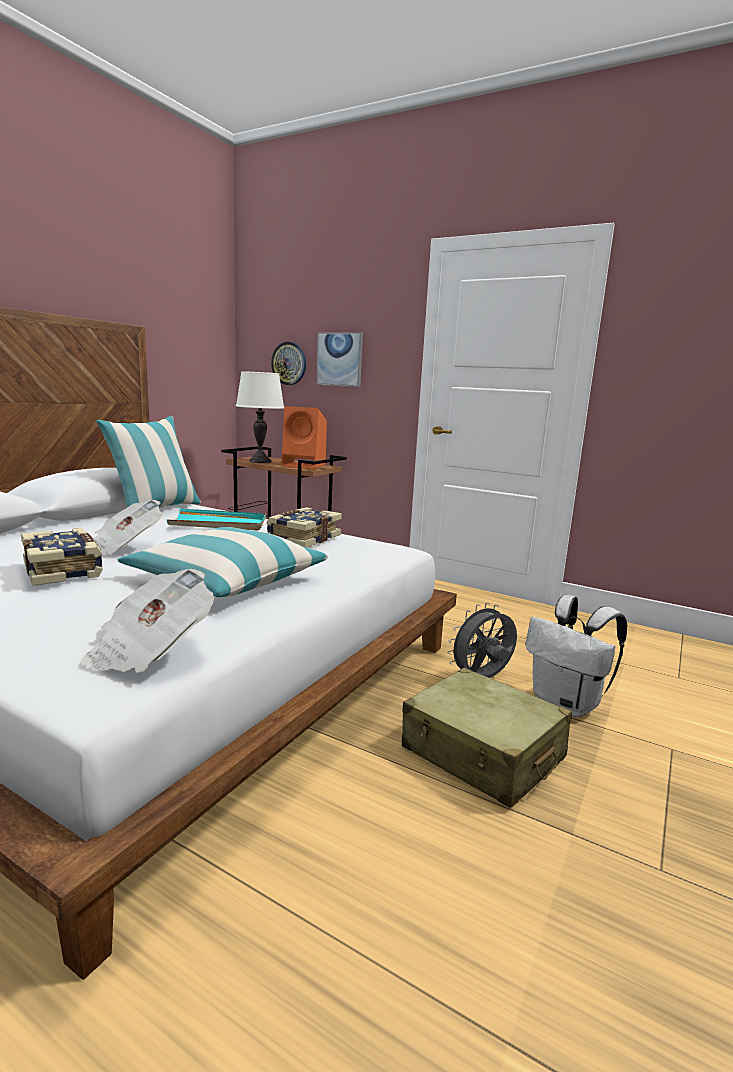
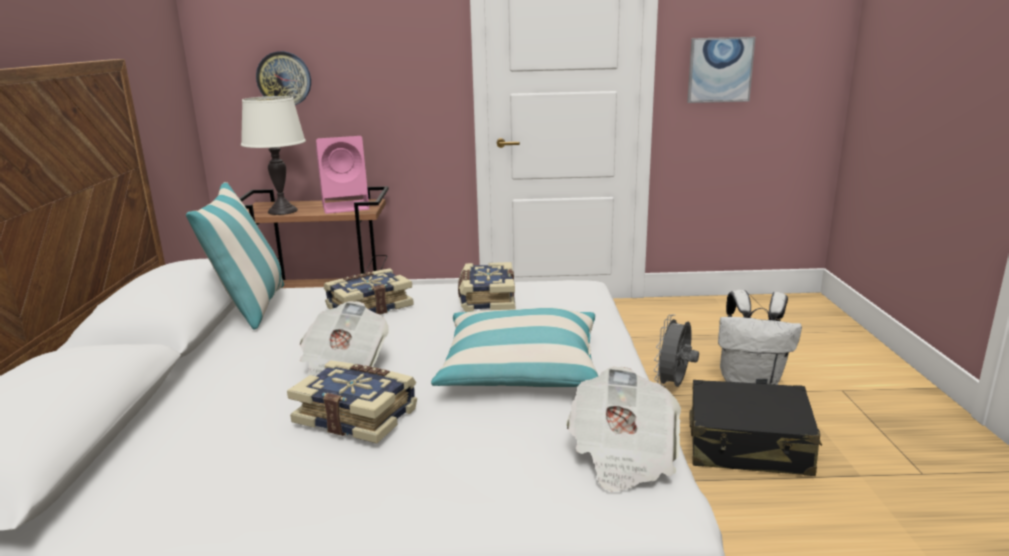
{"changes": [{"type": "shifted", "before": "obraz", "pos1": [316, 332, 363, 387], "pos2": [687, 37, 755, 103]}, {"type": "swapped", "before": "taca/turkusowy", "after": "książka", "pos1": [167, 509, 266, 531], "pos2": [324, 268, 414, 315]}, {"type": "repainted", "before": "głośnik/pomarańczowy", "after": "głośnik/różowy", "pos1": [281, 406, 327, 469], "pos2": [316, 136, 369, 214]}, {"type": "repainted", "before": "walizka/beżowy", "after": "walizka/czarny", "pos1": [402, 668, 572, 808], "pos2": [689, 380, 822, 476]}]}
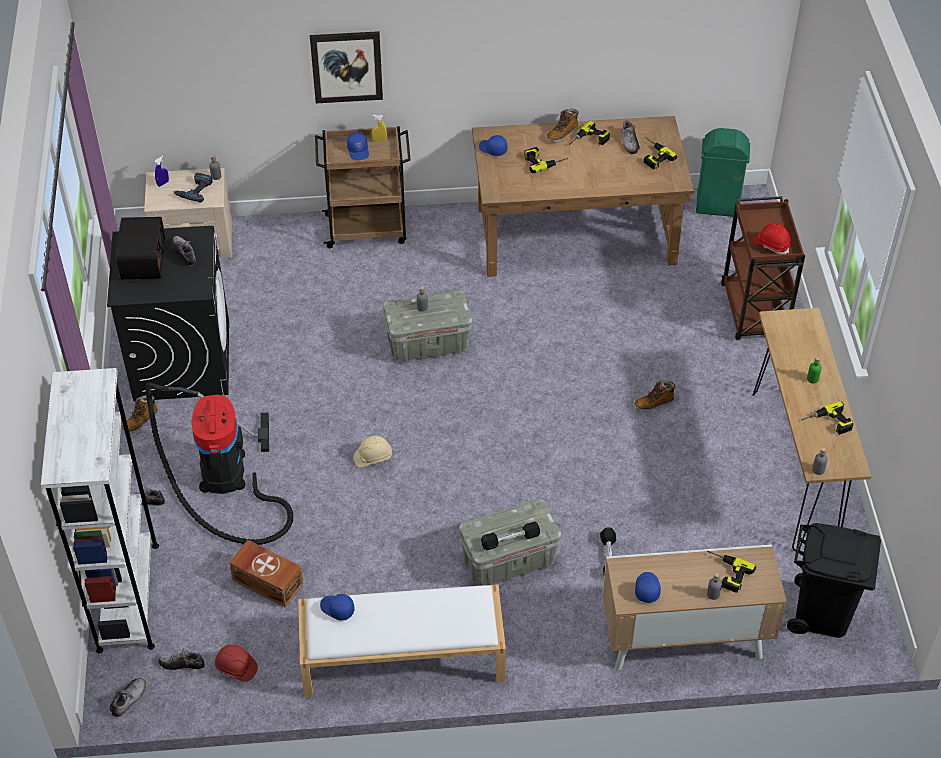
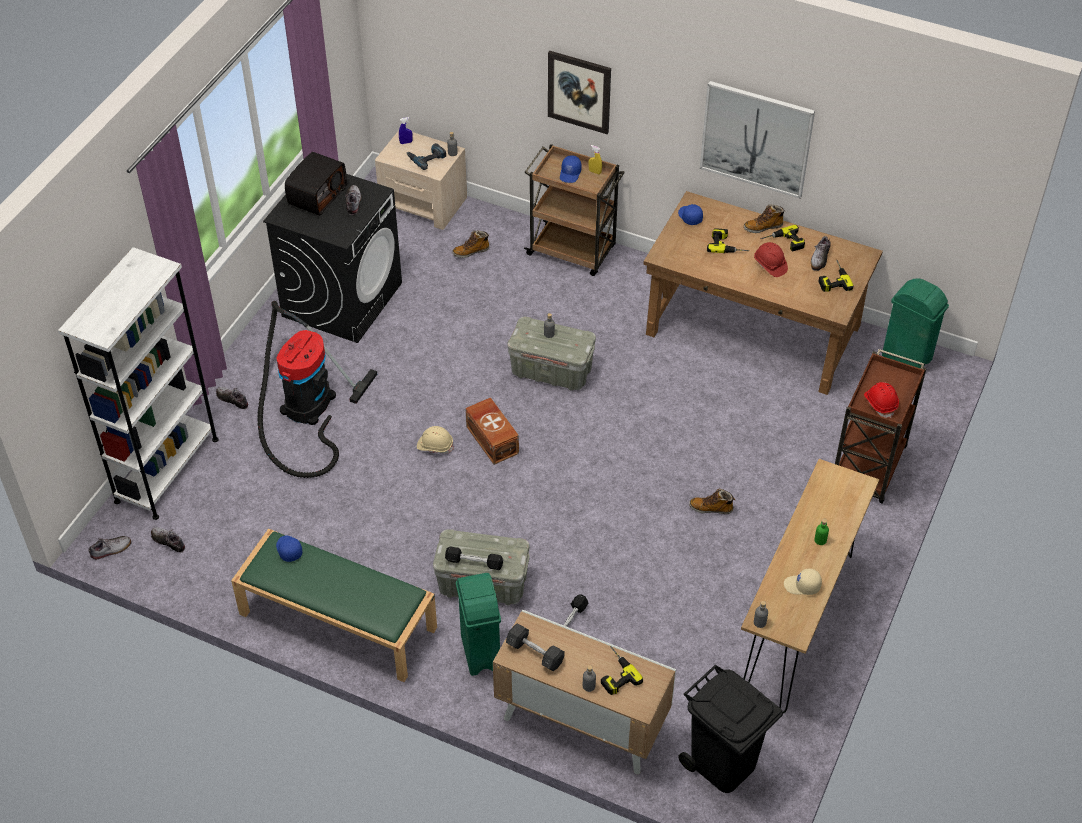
{"changes": [{"type": "new", "after": "kosz na śmieci/zielony", "pos2": [456, 573, 501, 676]}, {"type": "new", "after": "obraz", "pos2": [700, 81, 815, 199]}, {"type": "shifted", "before": "but z cholewką", "pos1": [122, 395, 158, 434], "pos2": [453, 231, 490, 258]}, {"type": "shifted", "before": "kask/czerwony", "pos1": [215, 645, 258, 682], "pos2": [754, 242, 788, 277]}, {"type": "shifted", "before": "pojemnik do przechowywania/brązowy", "pos1": [229, 540, 303, 607], "pos2": [465, 397, 519, 465]}, {"type": "swapped", "before": "czapka z daszkiem/niebieski", "after": "hantel/szary", "pos1": [635, 572, 661, 603], "pos2": [506, 623, 565, 671]}, {"type": "swapped", "before": "wiertarka", "after": "czapka z daszkiem/beżowy", "pos1": [801, 401, 854, 435], "pos2": [784, 569, 822, 595]}, {"type": "repainted", "before": "ławka/biały", "after": "ławka/zielony", "pos1": [298, 585, 506, 698], "pos2": [231, 529, 437, 682]}]}
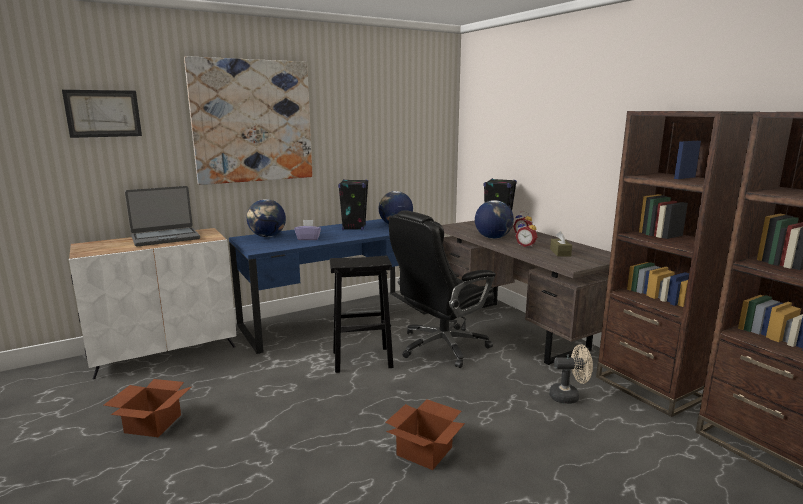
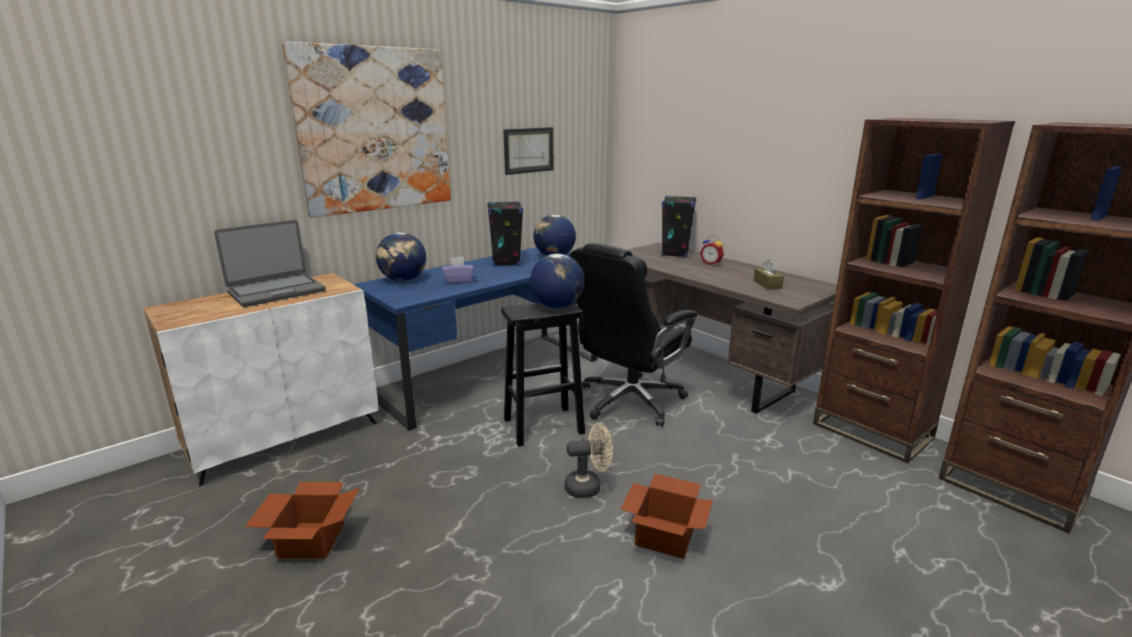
{"changes": [{"type": "gone", "before": "budzik", "pos1": [516, 220, 537, 247]}, {"type": "shifted", "before": "obraz", "pos1": [62, 90, 142, 138], "pos2": [503, 127, 554, 175]}, {"type": "shifted", "before": "globus", "pos1": [475, 200, 514, 239], "pos2": [530, 254, 585, 308]}, {"type": "shifted", "before": "wentylator/beżowy", "pos1": [549, 344, 593, 404], "pos2": [565, 423, 613, 498]}]}
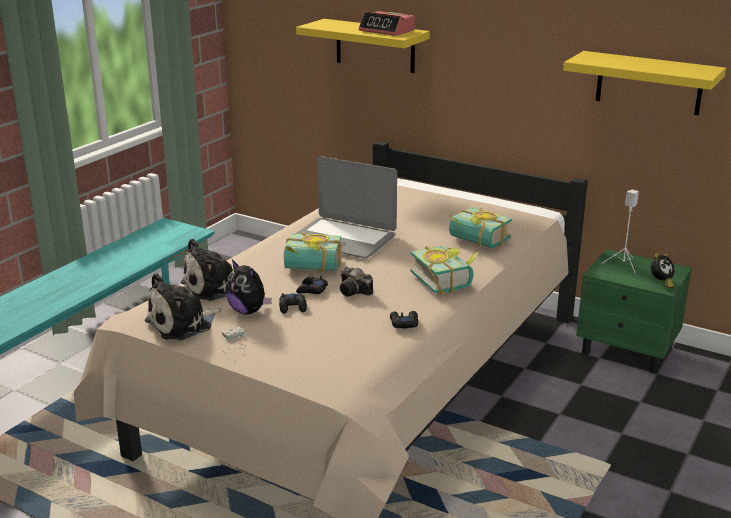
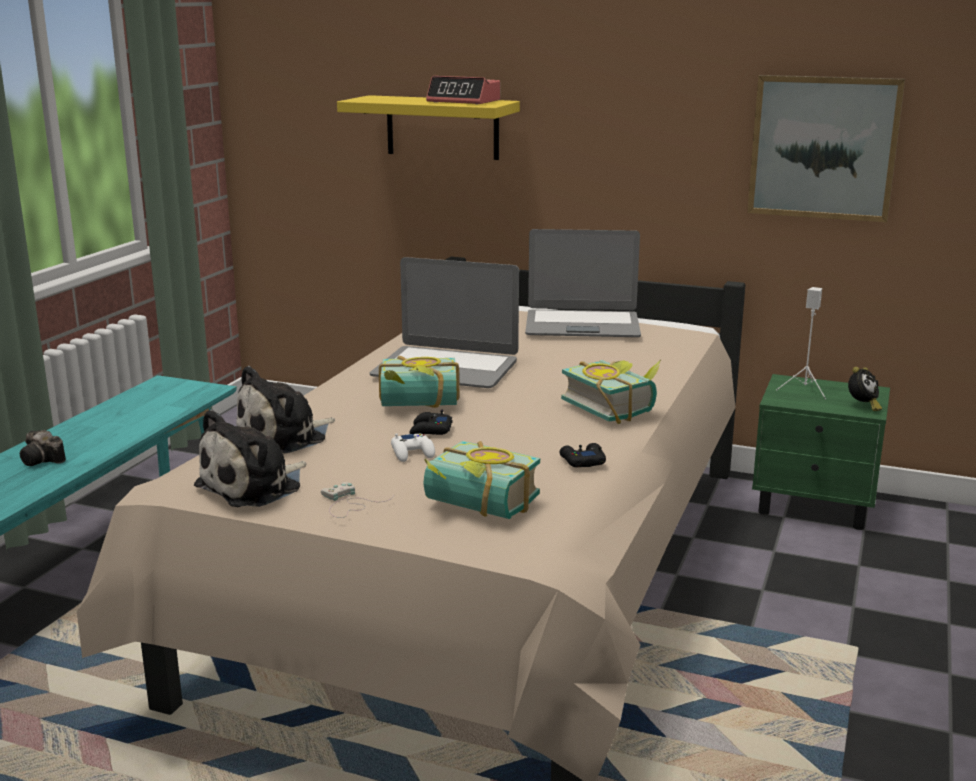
{"changes": [{"type": "gone", "before": "pluszak", "pos1": [226, 259, 272, 314]}, {"type": "new", "after": "laptop", "pos2": [525, 229, 641, 337]}, {"type": "shifted", "before": "aparat fotograficzny", "pos1": [340, 267, 373, 297], "pos2": [20, 430, 66, 466]}, {"type": "shifted", "before": "książka", "pos1": [449, 207, 512, 248], "pos2": [423, 441, 540, 519]}, {"type": "swapped", "before": "półka/żółty", "after": "obraz", "pos1": [563, 51, 726, 115], "pos2": [747, 75, 905, 222]}, {"type": "repainted", "before": "pad do gier/czarny", "after": "pad do gier/biały", "pos1": [279, 293, 307, 314], "pos2": [391, 433, 435, 462]}]}
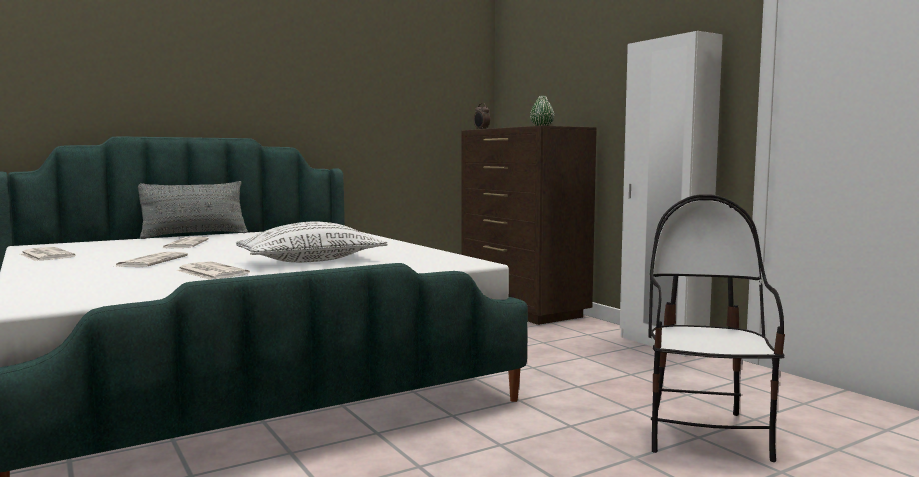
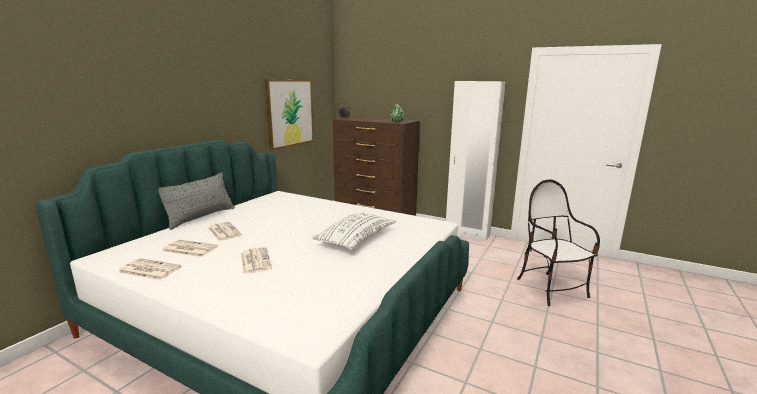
{"changes": [{"type": "new", "after": "obraz", "pos2": [265, 79, 314, 150]}, {"type": "shifted", "before": "gazeta", "pos1": [176, 261, 250, 280], "pos2": [162, 240, 218, 257]}]}
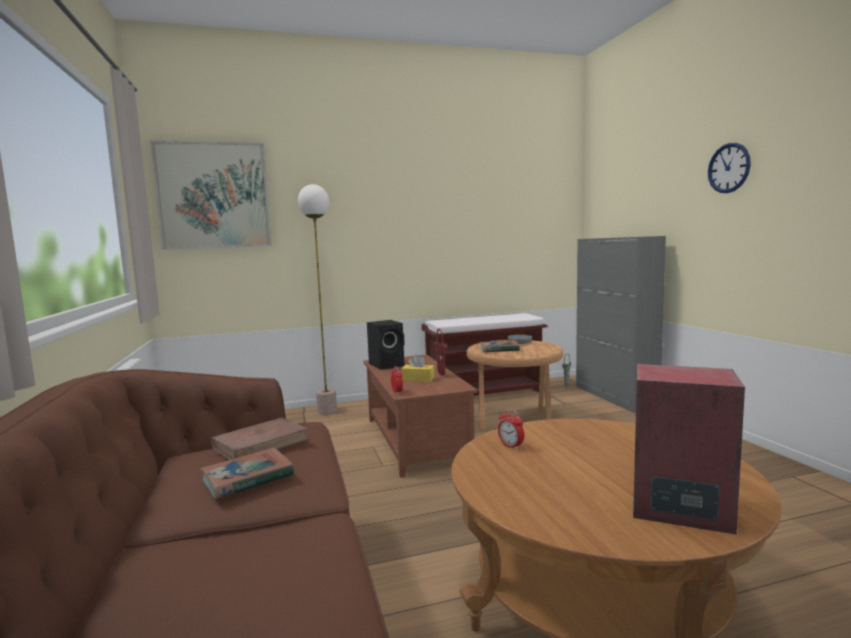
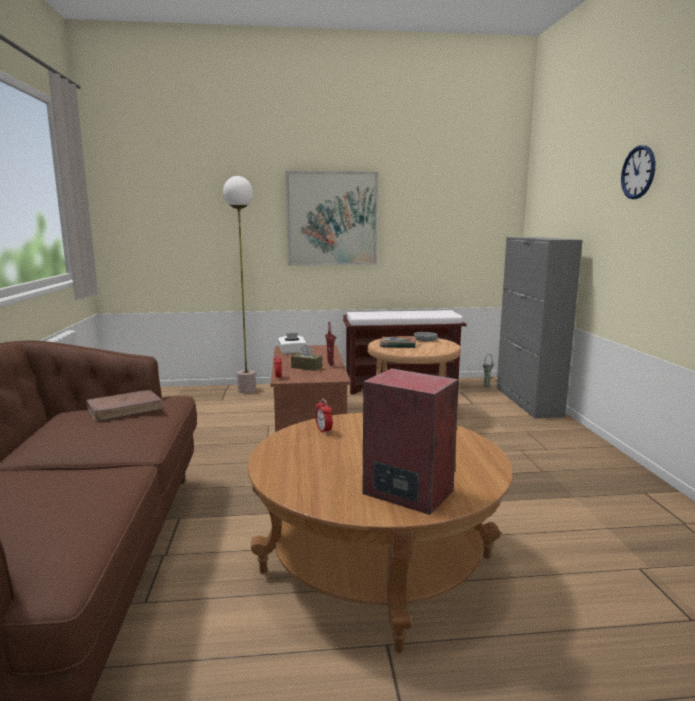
{"changes": [{"type": "gone", "before": "książka", "pos1": [201, 448, 294, 499]}, {"type": "shifted", "before": "obraz", "pos1": [150, 141, 272, 250], "pos2": [285, 171, 378, 265]}, {"type": "swapped", "before": "głośnik/czarny", "after": "pudełko chusteczek/biały", "pos1": [367, 320, 405, 370], "pos2": [278, 333, 306, 354]}, {"type": "repainted", "before": "pudełko chusteczek/żółty", "after": "pudełko chusteczek/brązowy", "pos1": [401, 355, 434, 382], "pos2": [291, 345, 322, 371]}]}
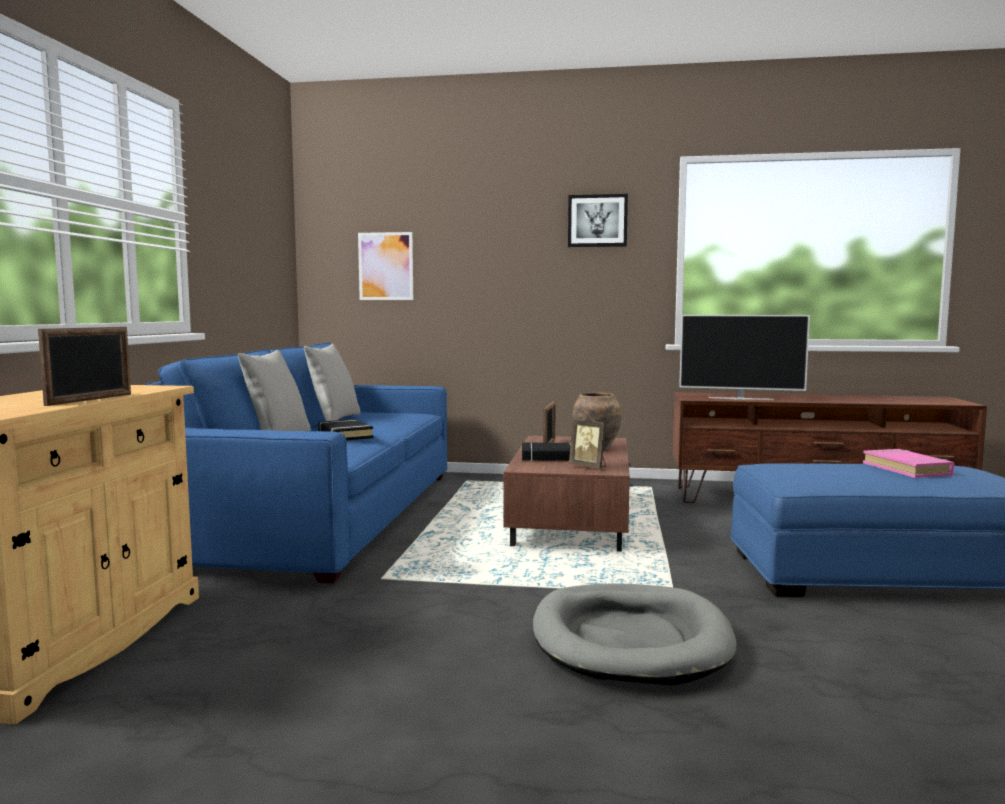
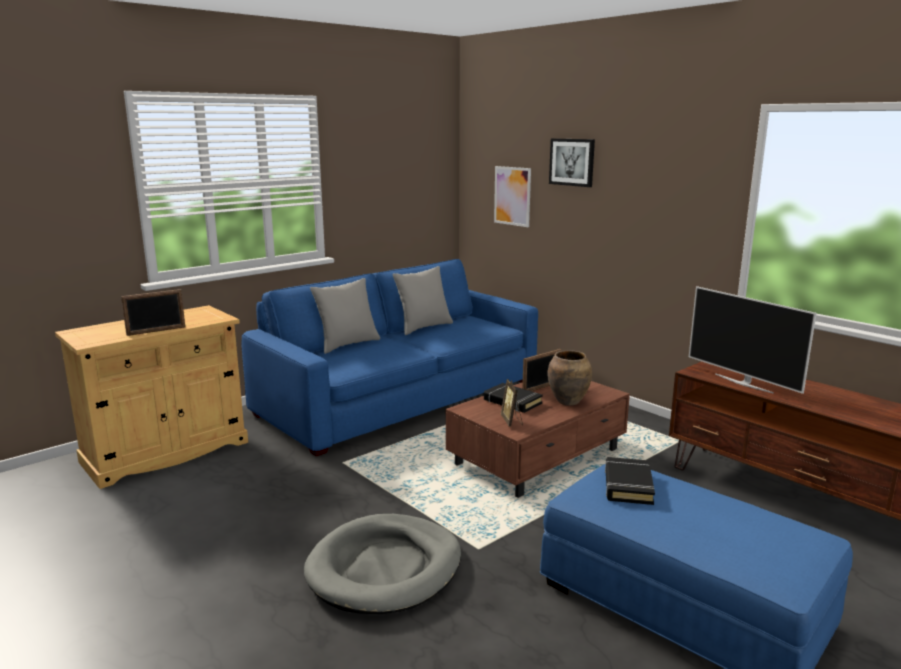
{"changes": [{"type": "gone", "before": "książka/różowy", "pos1": [863, 449, 955, 478]}, {"type": "shifted", "before": "książka/czarny", "pos1": [318, 419, 374, 441], "pos2": [605, 457, 655, 505]}, {"type": "shifted", "before": "obraz", "pos1": [568, 194, 628, 247], "pos2": [549, 138, 595, 187]}]}
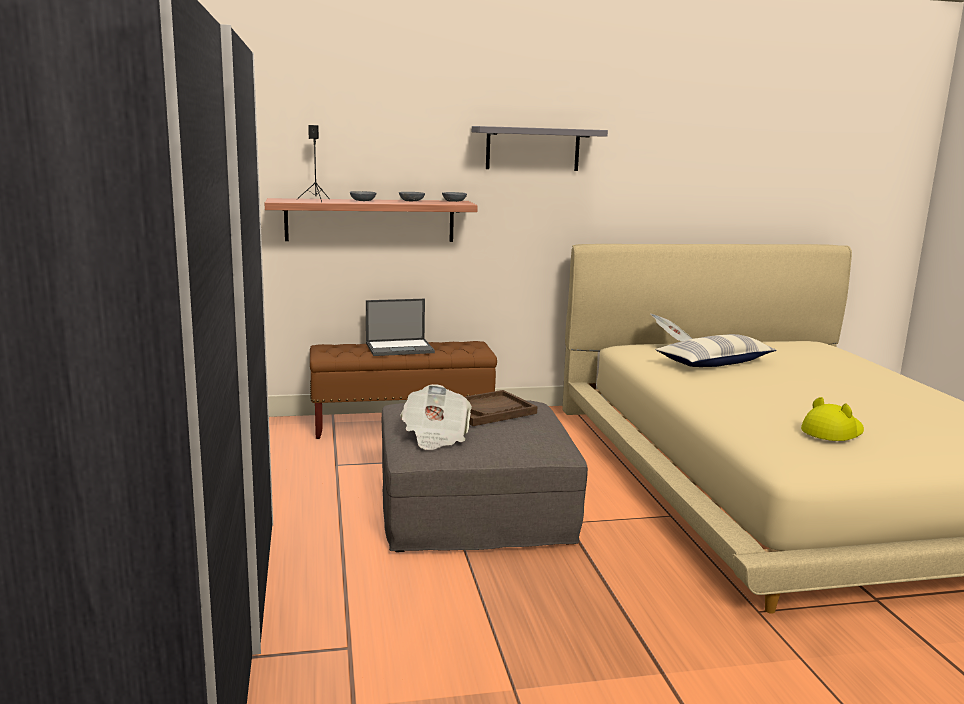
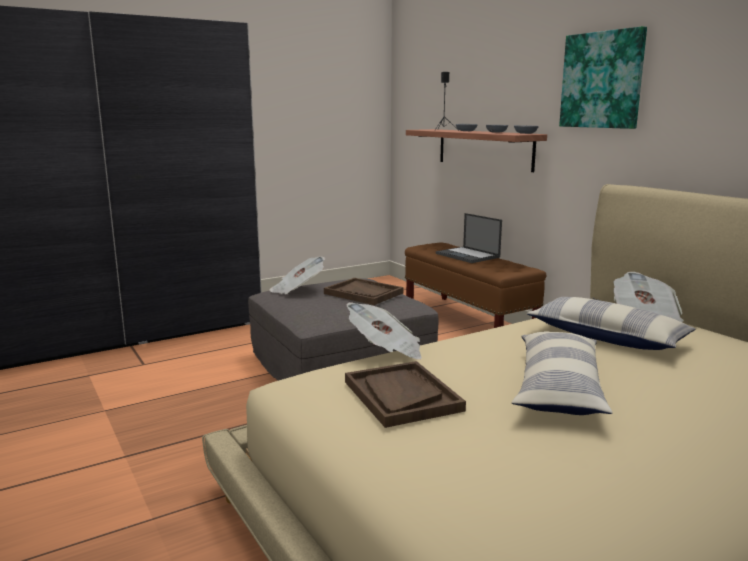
{"changes": [{"type": "new", "after": "gazeta", "pos2": [346, 302, 421, 360]}, {"type": "new", "after": "poduszka", "pos2": [512, 332, 612, 415]}, {"type": "swapped", "before": "półka/szary", "after": "obraz", "pos1": [472, 126, 608, 171], "pos2": [559, 26, 647, 129]}, {"type": "swapped", "before": "kapelusz/żółty", "after": "taca/brązowy", "pos1": [801, 397, 864, 441], "pos2": [345, 361, 466, 428]}]}
